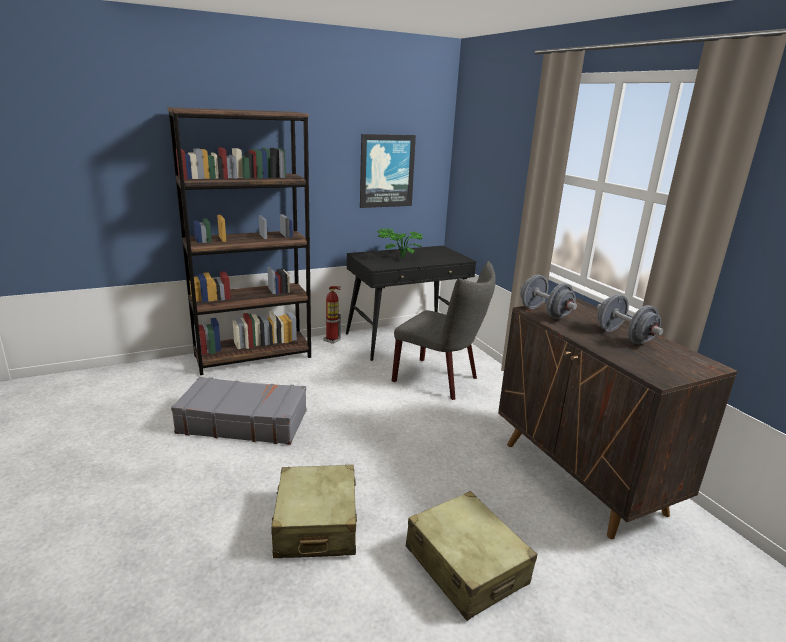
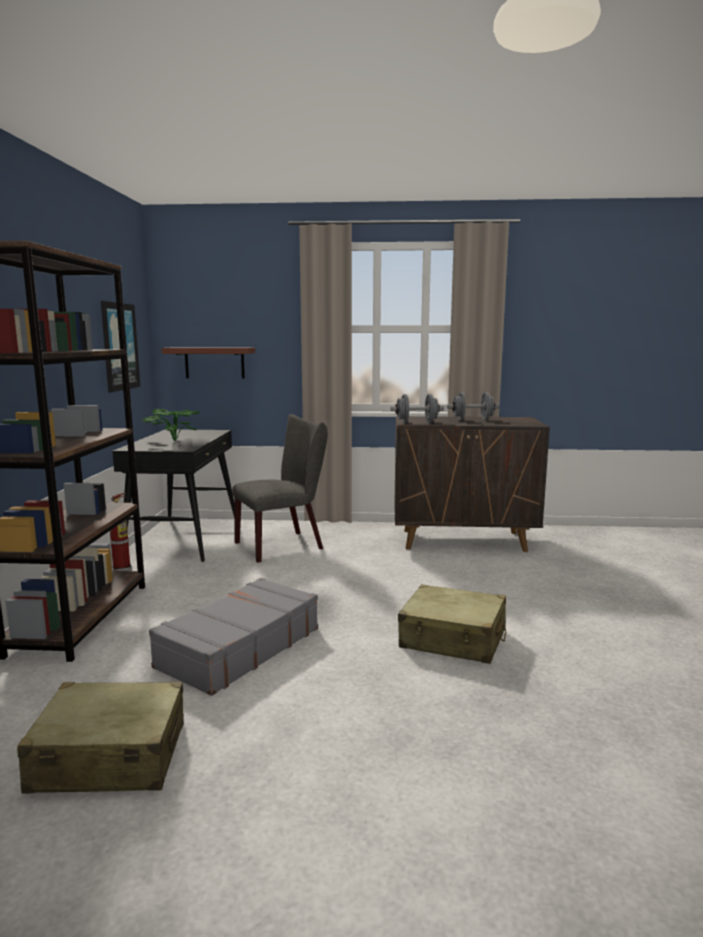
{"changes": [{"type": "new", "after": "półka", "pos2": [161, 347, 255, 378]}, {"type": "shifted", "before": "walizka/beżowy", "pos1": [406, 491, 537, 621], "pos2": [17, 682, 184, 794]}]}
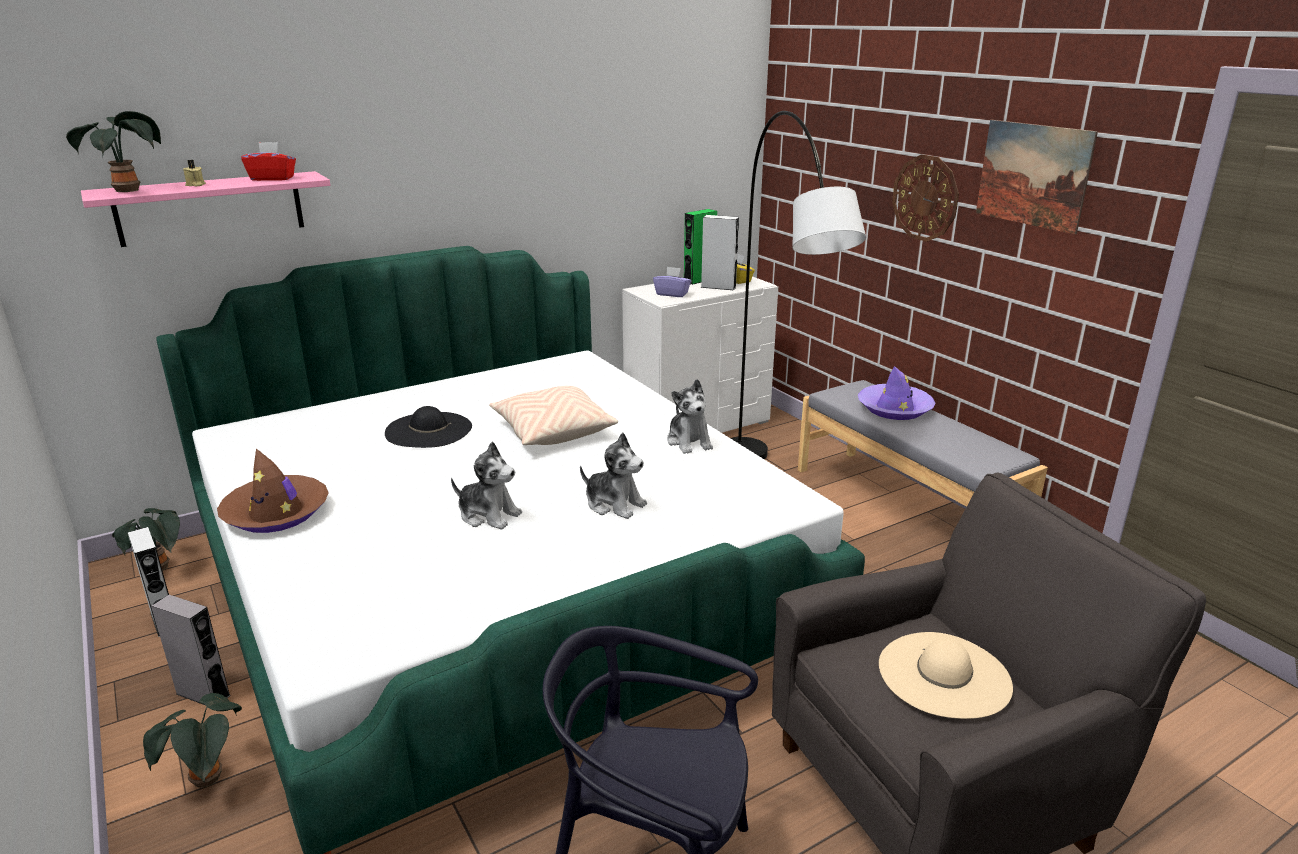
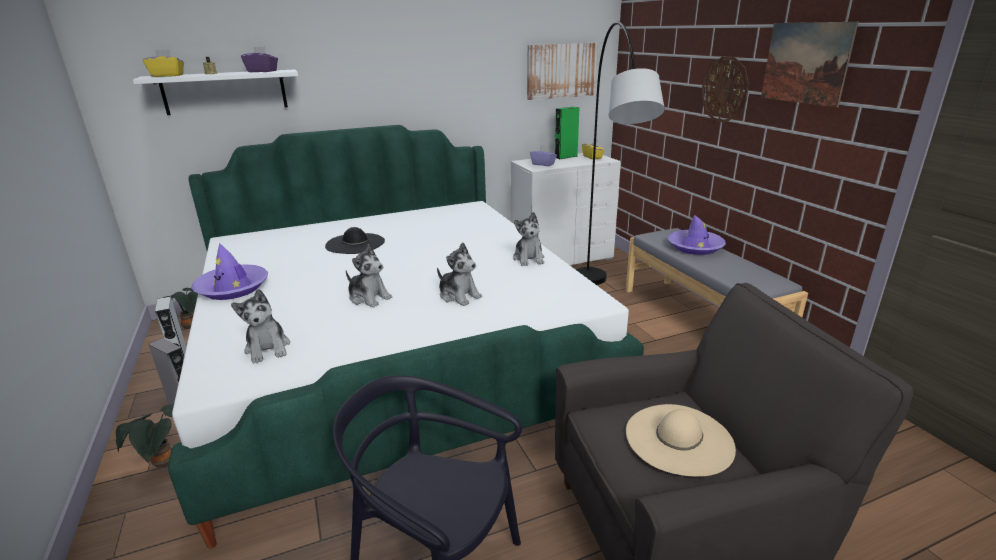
{"changes": [{"type": "gone", "before": "poduszka/beżowy", "pos1": [489, 386, 618, 445]}, {"type": "gone", "before": "głośnik/szary", "pos1": [701, 215, 739, 290]}, {"type": "new", "after": "pluszak", "pos2": [231, 289, 290, 363]}, {"type": "new", "after": "obraz", "pos2": [527, 43, 597, 100]}, {"type": "swapped", "before": "roślina doniczkowa", "after": "pudełko chusteczek/żółty", "pos1": [66, 111, 161, 192], "pos2": [143, 49, 184, 77]}, {"type": "repainted", "before": "półka/różowy", "after": "półka/biały", "pos1": [81, 171, 330, 247], "pos2": [133, 69, 298, 115]}, {"type": "repainted", "before": "kapelusz/brązowy", "after": "kapelusz/fioletowy", "pos1": [217, 448, 329, 533], "pos2": [191, 243, 268, 300]}, {"type": "repainted", "before": "pudełko chusteczek/czerwony", "after": "pudełko chusteczek/fioletowy", "pos1": [241, 142, 296, 181], "pos2": [241, 46, 278, 72]}]}
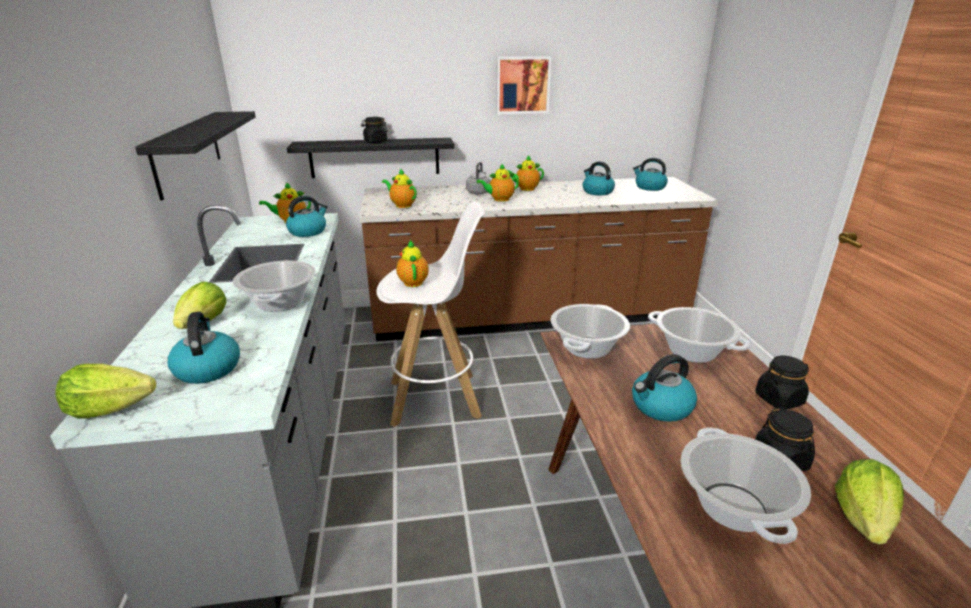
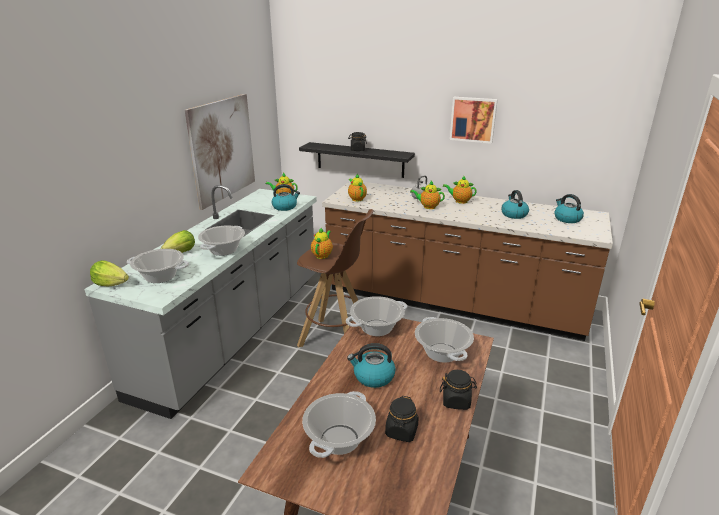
{"changes": [{"type": "gone", "before": "sałata", "pos1": [835, 459, 904, 545]}, {"type": "swapped", "before": "półka/czarny", "after": "obraz", "pos1": [135, 111, 256, 201], "pos2": [185, 94, 255, 210]}, {"type": "swapped", "before": "czajnik", "after": "garnek", "pos1": [168, 312, 240, 384], "pos2": [127, 249, 189, 283]}, {"type": "repainted", "before": "stołek/biały", "after": "stołek/brązowy", "pos1": [376, 201, 485, 427], "pos2": [297, 209, 373, 348]}]}
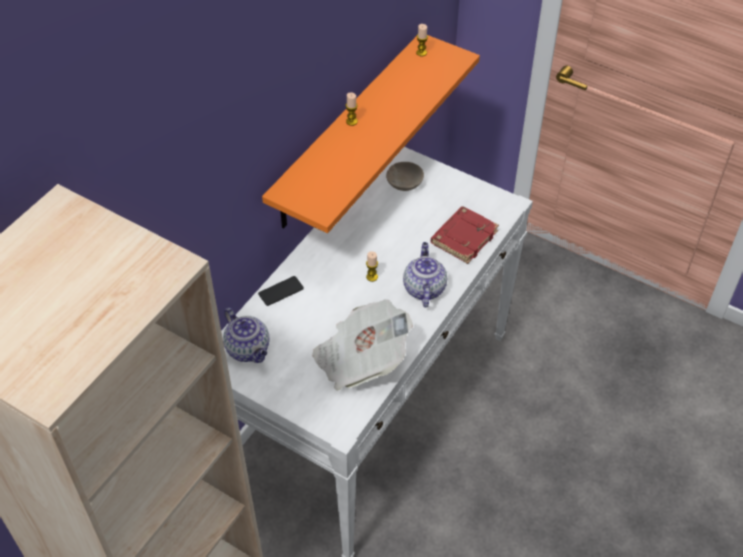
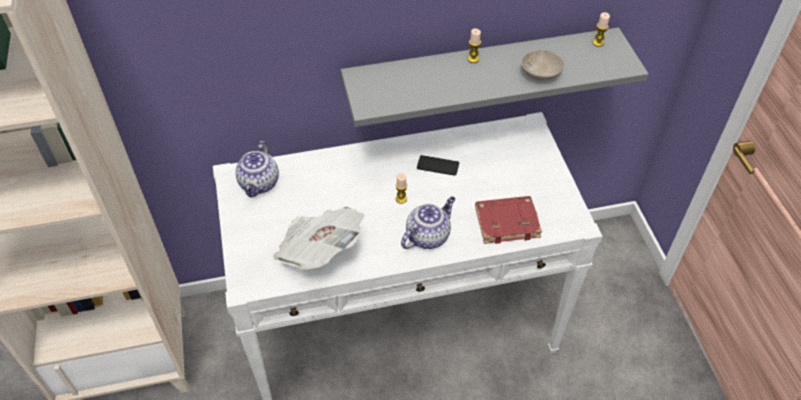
{"changes": [{"type": "shifted", "before": "telefon", "pos1": [258, 276, 304, 306], "pos2": [417, 155, 459, 176]}, {"type": "shifted", "before": "miska/beżowy", "pos1": [386, 162, 424, 191], "pos2": [521, 50, 564, 81]}, {"type": "repainted", "before": "półka/pomarańczowy", "after": "półka/szary", "pos1": [262, 35, 480, 233], "pos2": [341, 27, 648, 127]}]}
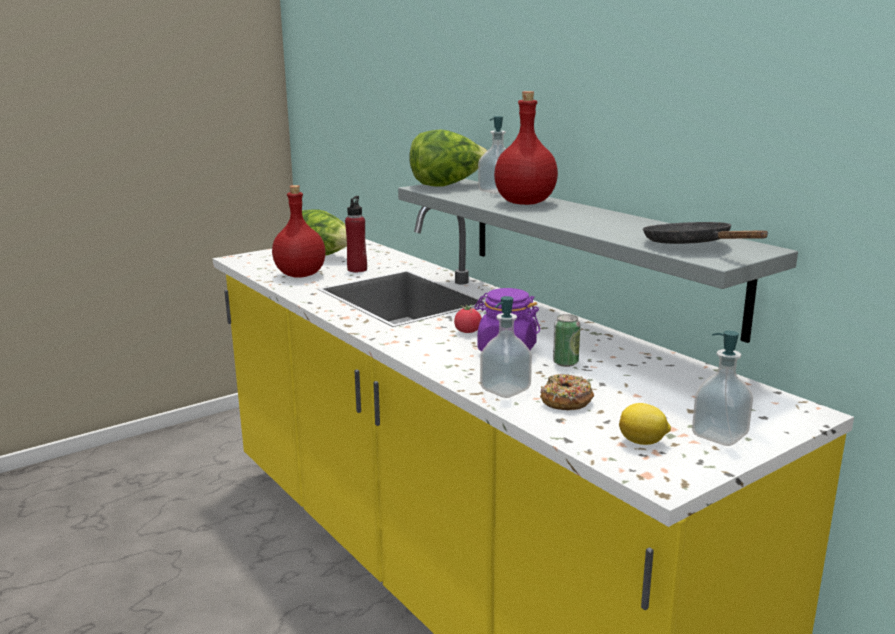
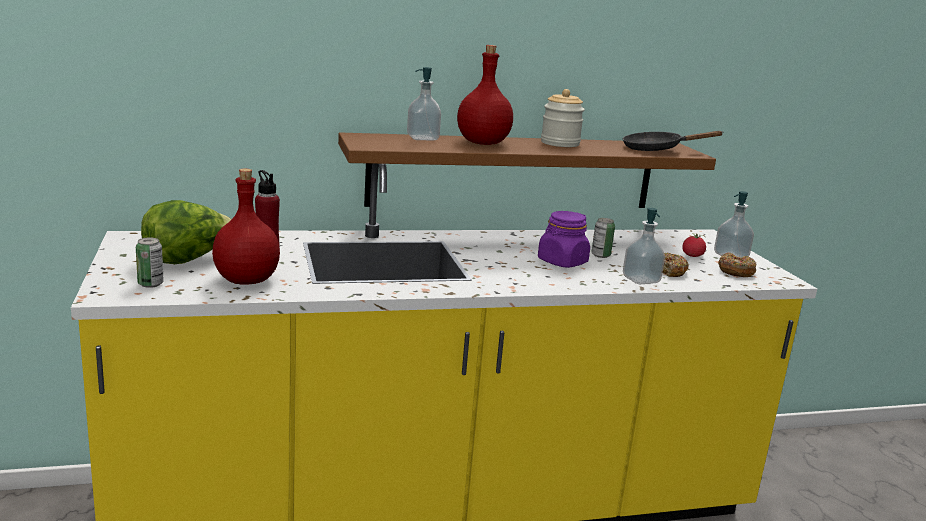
{"changes": [{"type": "gone", "before": "sałata", "pos1": [409, 129, 488, 186]}, {"type": "new", "after": "puszka", "pos2": [136, 238, 164, 288]}, {"type": "new", "after": "słoik", "pos2": [541, 89, 585, 147]}, {"type": "shifted", "before": "pomidor", "pos1": [454, 304, 482, 333], "pos2": [682, 233, 706, 257]}, {"type": "swapped", "before": "cytryna", "after": "donut", "pos1": [619, 403, 671, 445], "pos2": [718, 253, 757, 277]}, {"type": "repainted", "before": "półka/szary", "after": "półka/brązowy", "pos1": [398, 179, 798, 343], "pos2": [338, 132, 716, 208]}]}
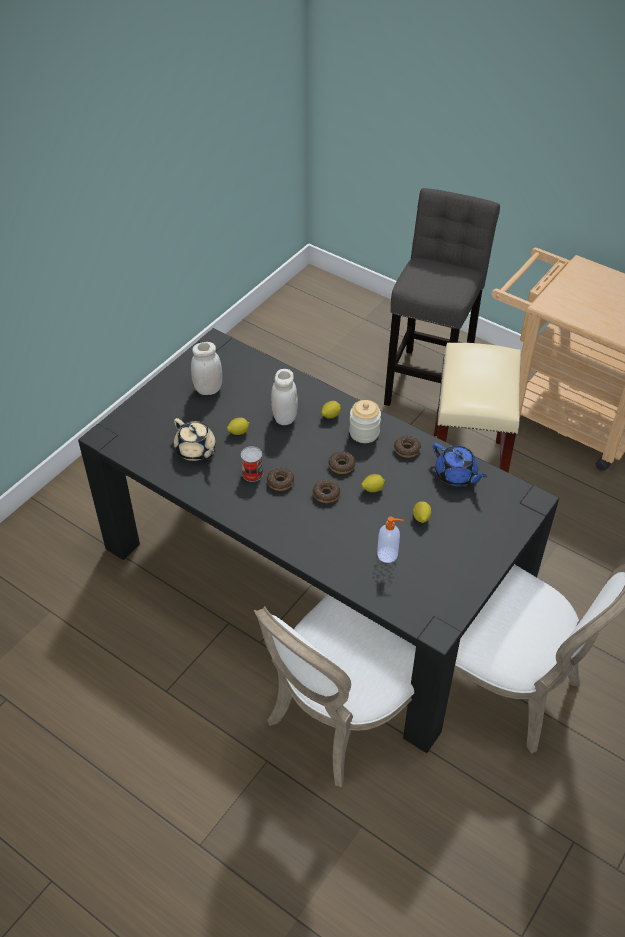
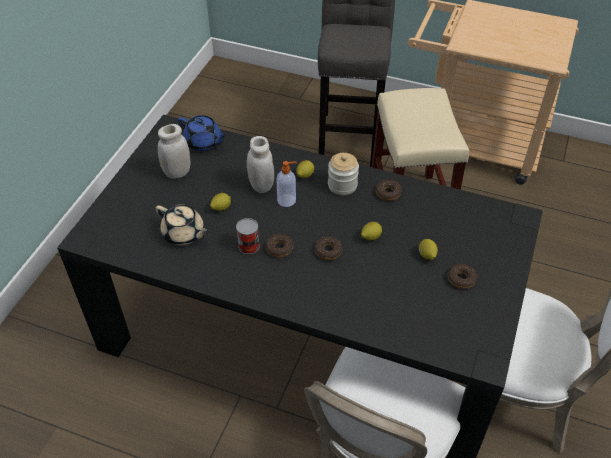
{"changes": [{"type": "shifted", "before": "donut", "pos1": [328, 451, 356, 474], "pos2": [448, 264, 477, 289]}, {"type": "shifted", "before": "dozownik mydła", "pos1": [377, 516, 404, 563], "pos2": [277, 161, 297, 207]}, {"type": "shifted", "before": "imbryk/niebieski", "pos1": [433, 443, 487, 486], "pos2": [178, 115, 228, 151]}]}
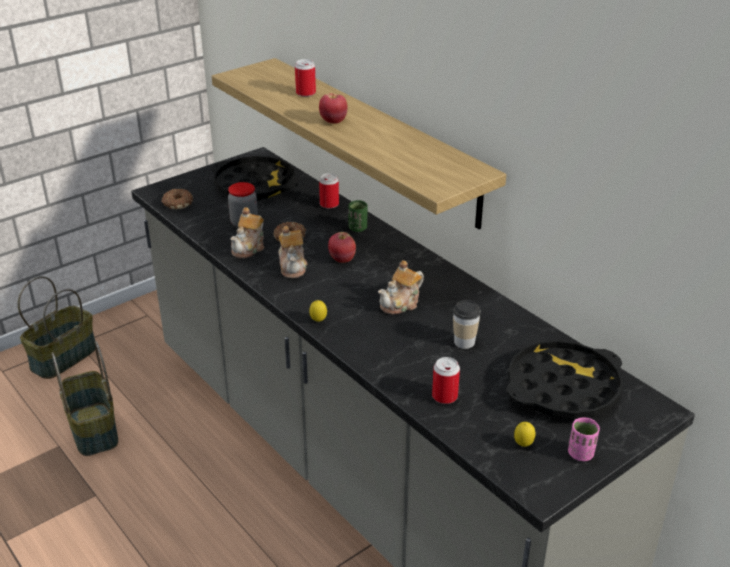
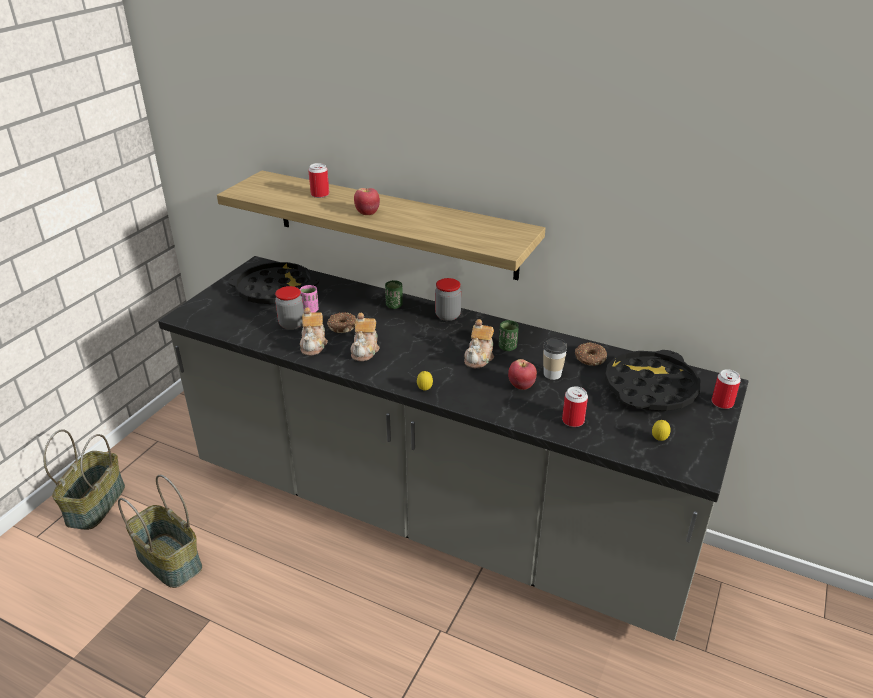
{"changes": [{"type": "new", "after": "słoik", "pos2": [435, 278, 461, 321]}, {"type": "new", "after": "filiżanka/zielony", "pos2": [499, 320, 519, 351]}, {"type": "shifted", "before": "donut", "pos1": [161, 189, 193, 209], "pos2": [575, 342, 607, 366]}, {"type": "shifted", "before": "puszka", "pos1": [319, 173, 339, 209], "pos2": [712, 369, 741, 409]}, {"type": "shifted", "before": "jabłko", "pos1": [328, 232, 356, 263], "pos2": [508, 359, 537, 390]}, {"type": "shifted", "before": "filiżanka/różowy", "pos1": [568, 417, 600, 461], "pos2": [300, 285, 319, 313]}, {"type": "rotated", "before": "imbryk", "pos1": [279, 226, 307, 278], "pos2": [351, 312, 380, 361], "turn": 45}]}
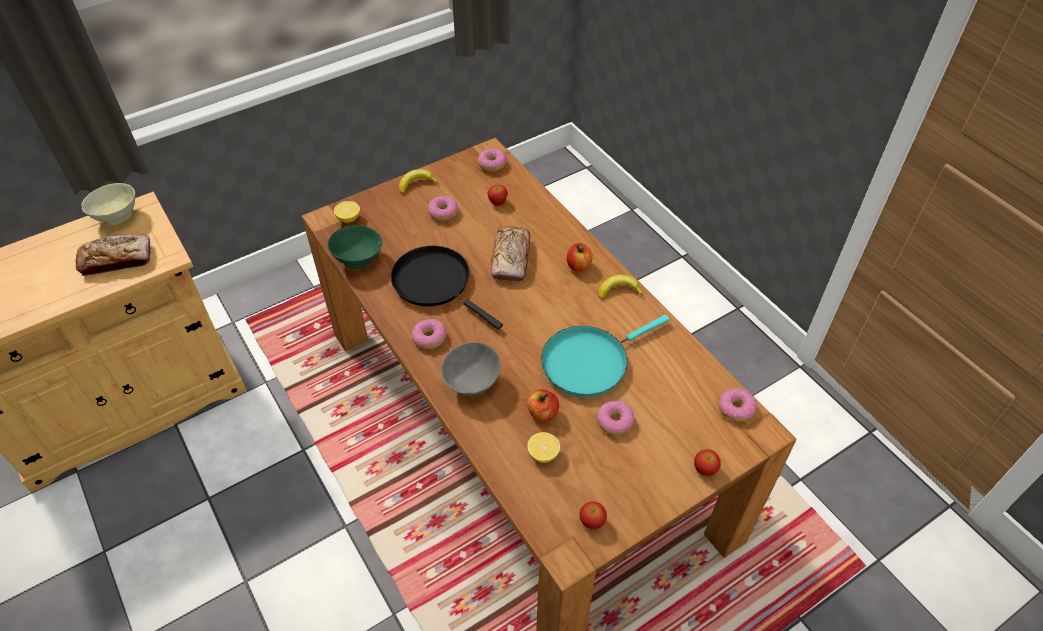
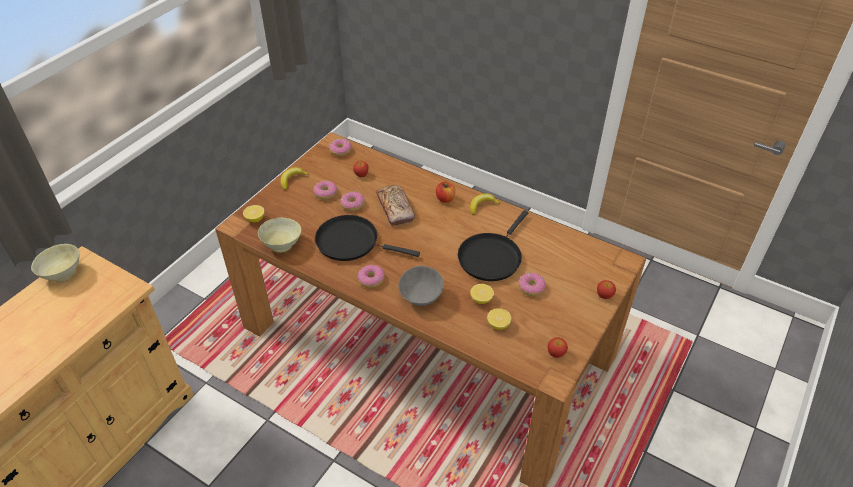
{"changes": [{"type": "gone", "before": "chleb", "pos1": [76, 234, 151, 276]}, {"type": "shifted", "before": "donut", "pos1": [718, 388, 757, 422], "pos2": [340, 192, 365, 211]}, {"type": "swapped", "before": "jabłko", "after": "cytryna", "pos1": [527, 390, 559, 421], "pos2": [470, 284, 494, 304]}, {"type": "repainted", "before": "miska/zielony", "after": "miska/beżowy", "pos1": [328, 225, 382, 269], "pos2": [258, 218, 301, 253]}, {"type": "repainted", "before": "patelnia/turkusowy", "after": "patelnia/czarny", "pos1": [541, 315, 670, 397], "pos2": [458, 210, 528, 281]}]}
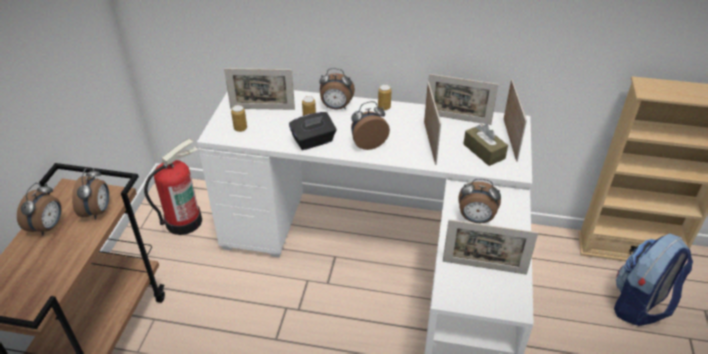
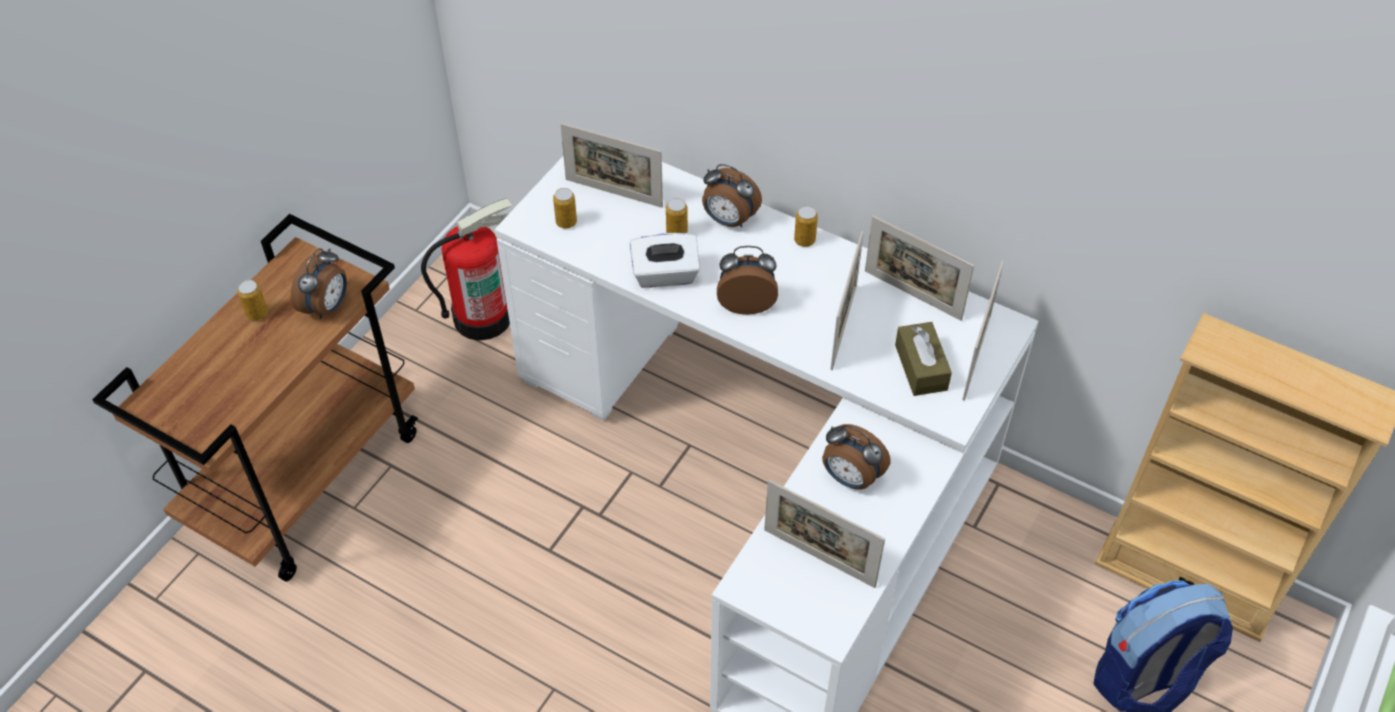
{"changes": [{"type": "swapped", "before": "budzik", "after": "puszka", "pos1": [17, 183, 62, 235], "pos2": [237, 280, 268, 321]}, {"type": "repainted", "before": "pudełko chusteczek/czarny", "after": "pudełko chusteczek/biały", "pos1": [289, 112, 336, 150], "pos2": [630, 233, 700, 288]}]}
